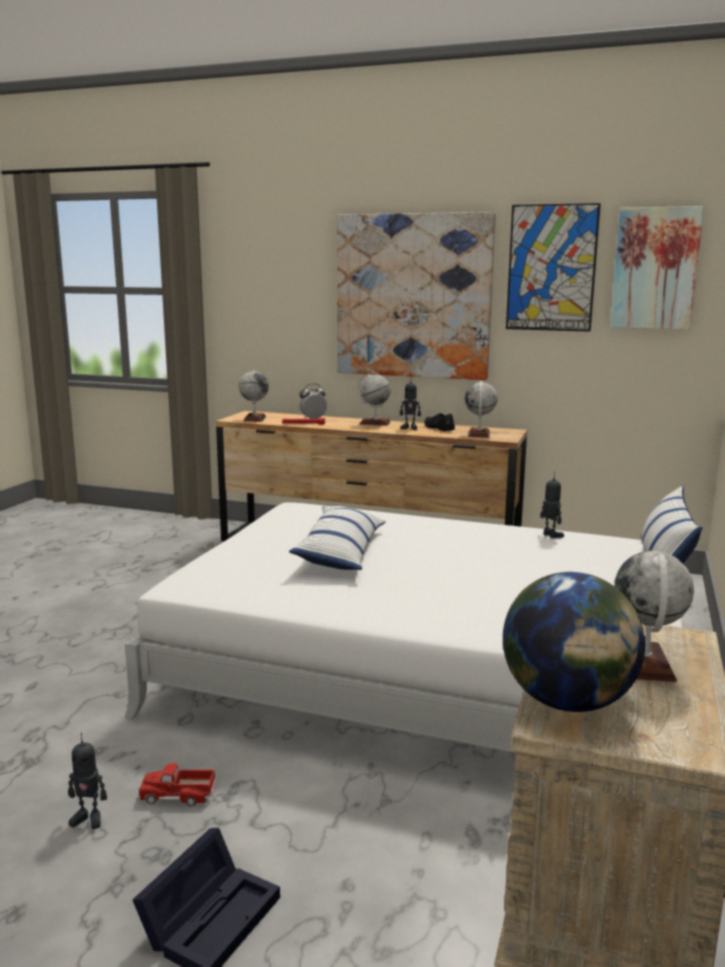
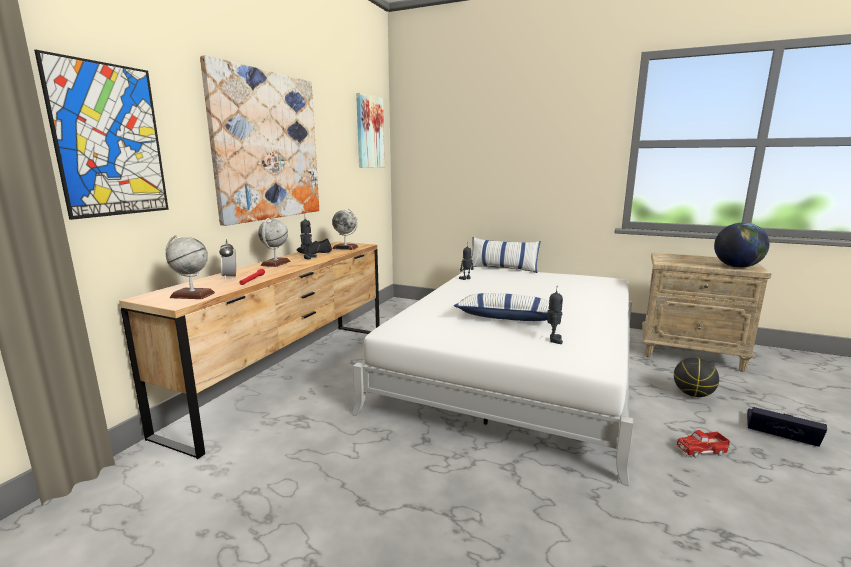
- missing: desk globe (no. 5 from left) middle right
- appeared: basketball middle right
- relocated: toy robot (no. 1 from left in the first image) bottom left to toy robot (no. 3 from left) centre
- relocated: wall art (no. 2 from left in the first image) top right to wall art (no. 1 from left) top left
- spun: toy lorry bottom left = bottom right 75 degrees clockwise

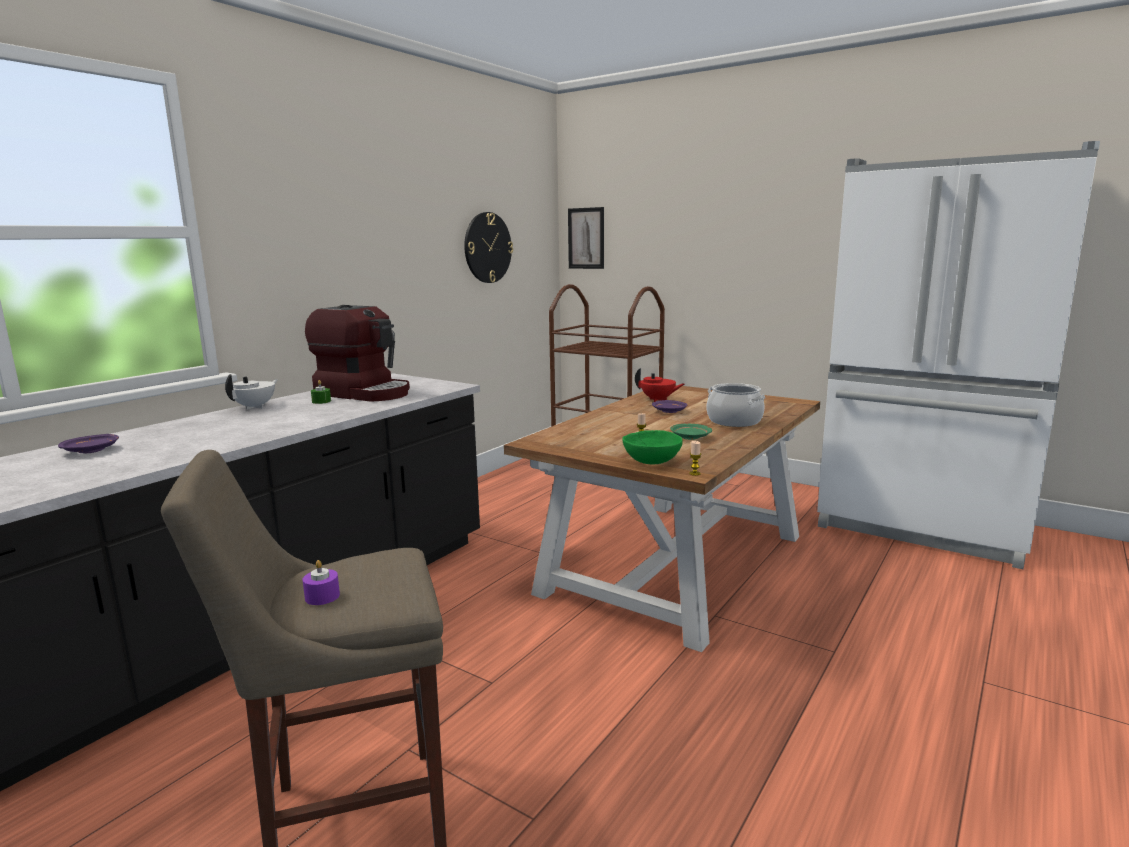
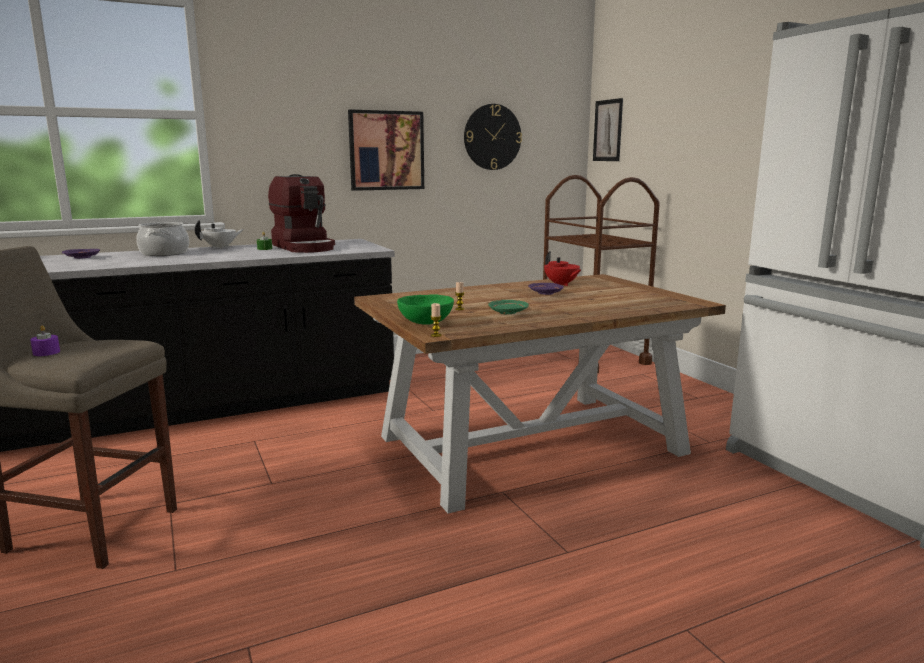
- appeared: wall art (no. 1 from left) top centre
- relocated: saucepot centre to middle left

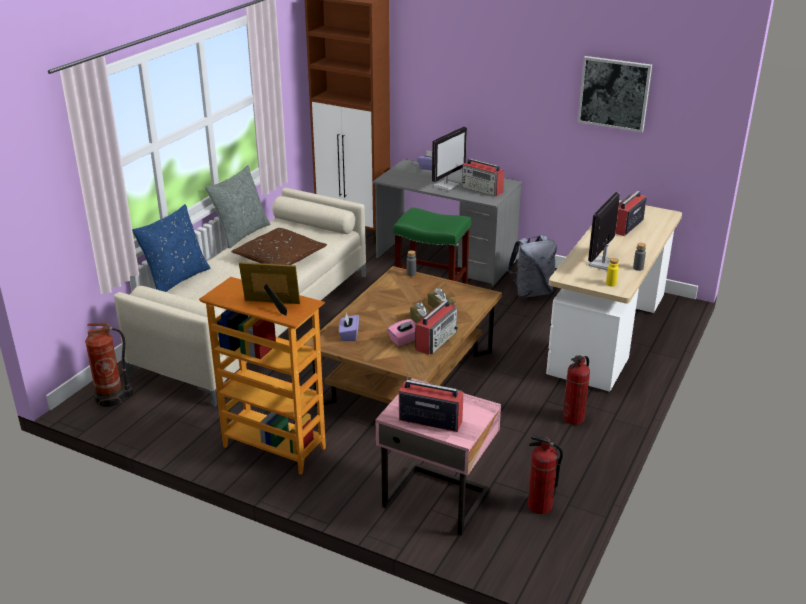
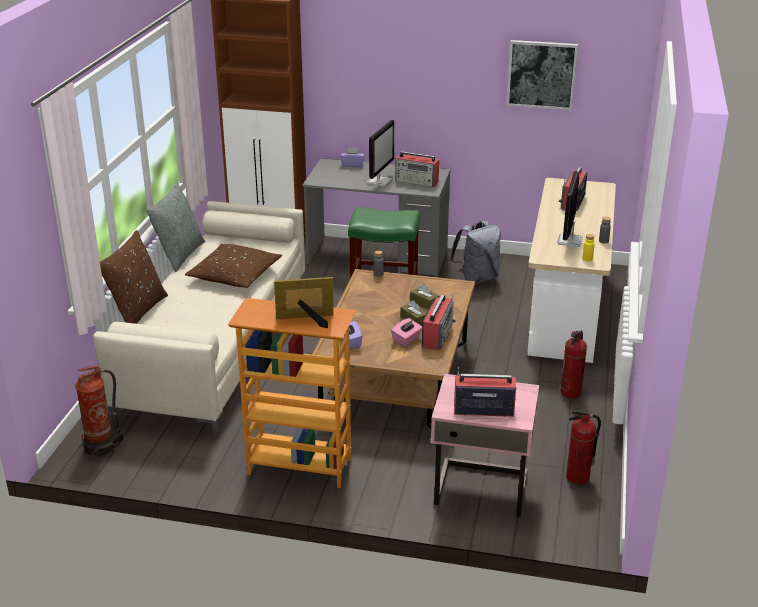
- colour: blue cushion middle left to brown-coloured cushion (no. 1 from left) middle left

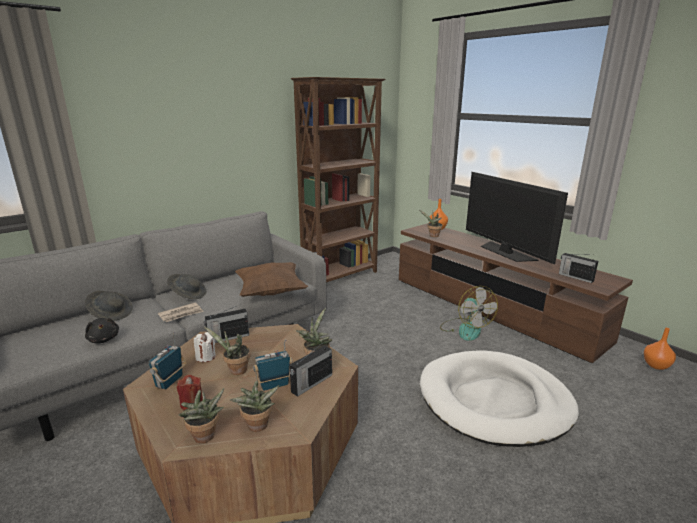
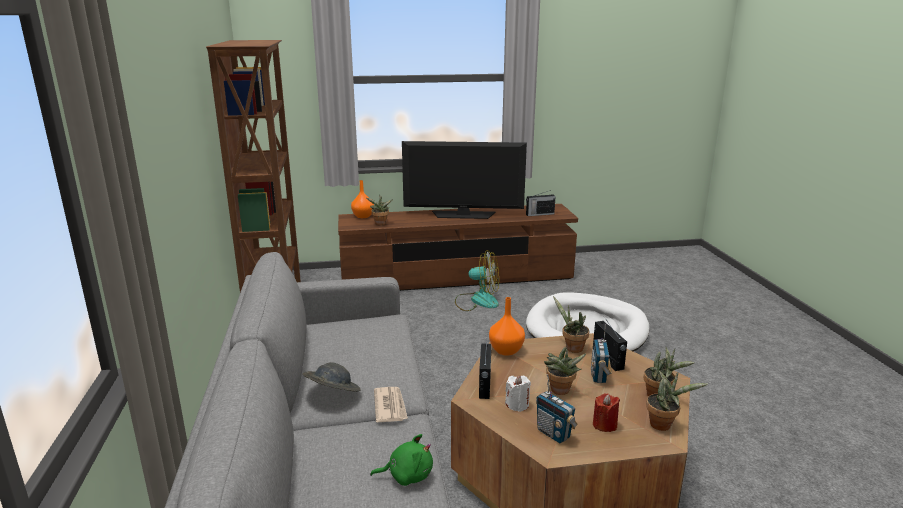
- missing: gray hat (no. 1 from left) middle left
- missing: brown-coloured cushion centre
- relocated: orange-coloured vase (no. 2 from left) bottom right to centre
- colour: black-coloured soft toy middle left to greenish soft toy bottom centre

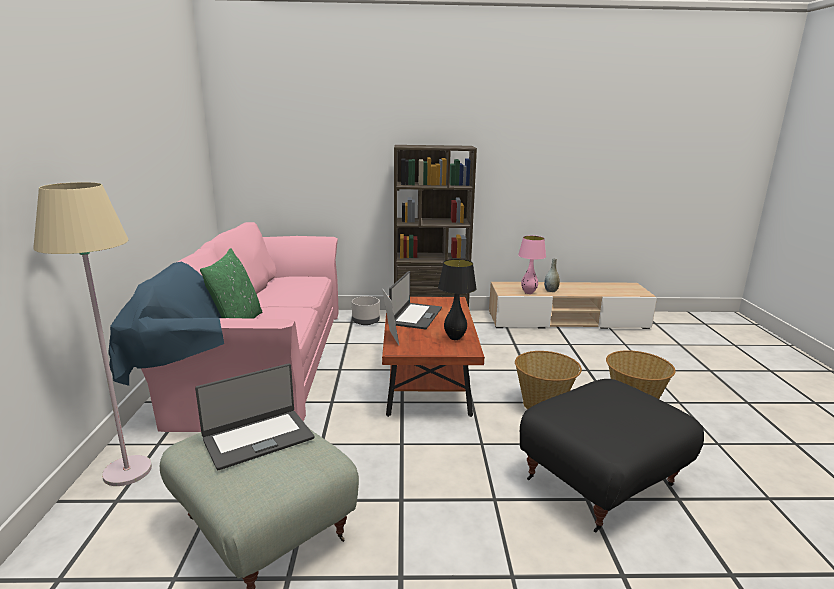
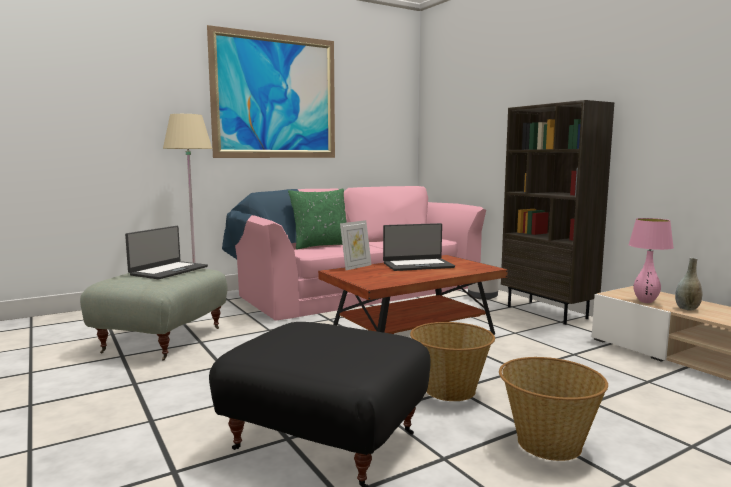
- missing: black-coloured lamp for a table centre
- appeared: wall art top centre
- spun: notebook computer (no. 1 from left) bottom left = middle left 90 degrees counterclockwise

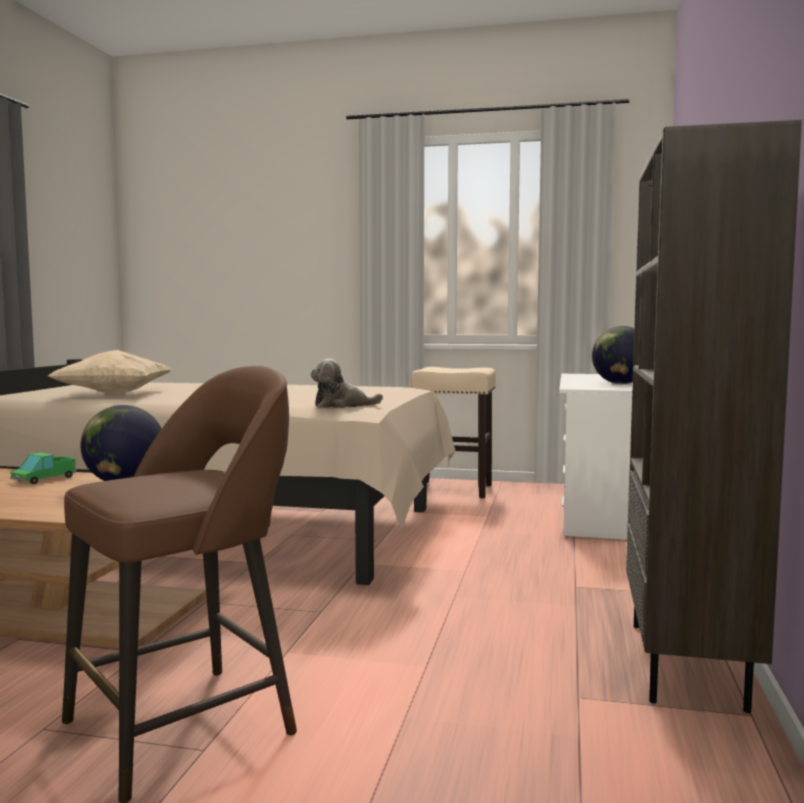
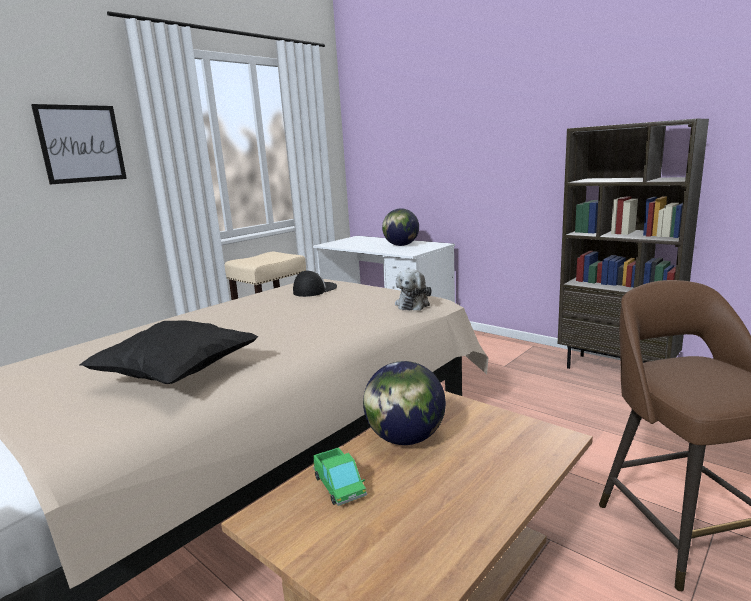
- appeared: wall art top left
- appeared: peaked cap centre
- colour: beige cushion middle left to black-coloured cushion middle left

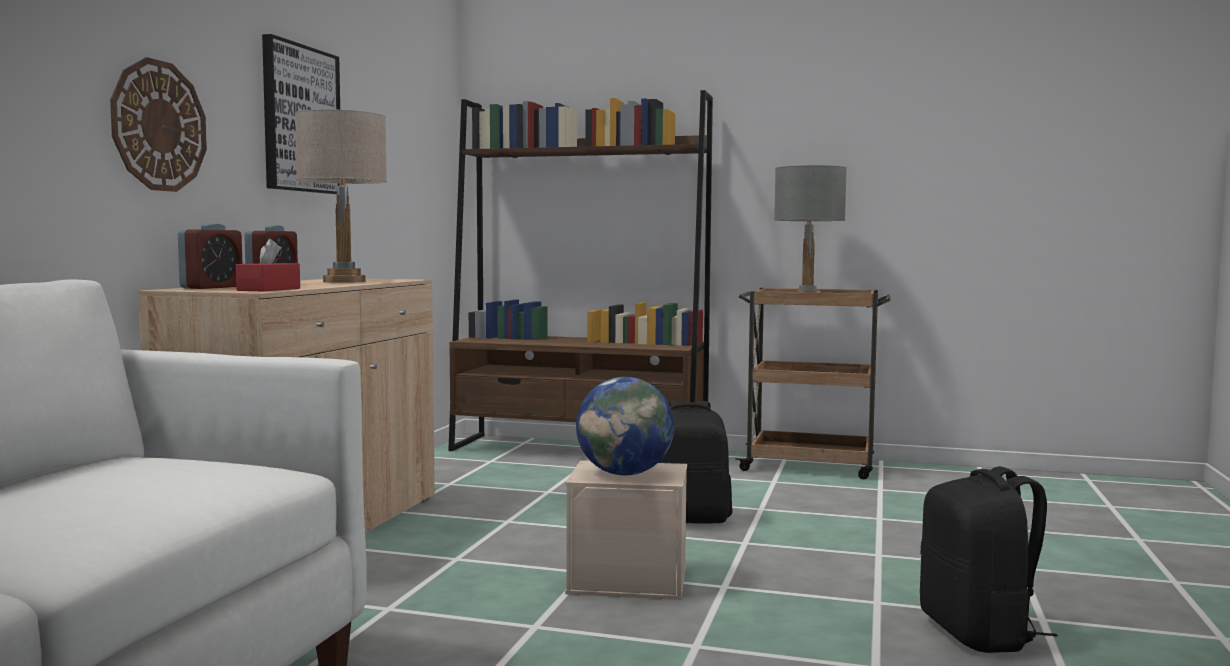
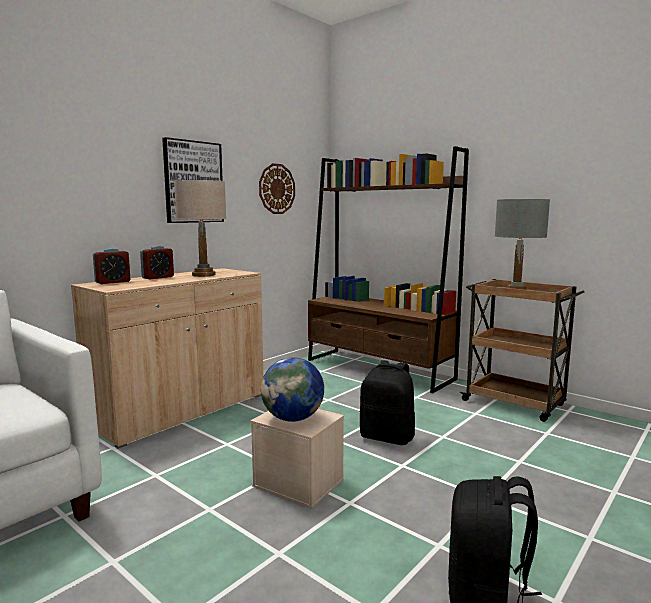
- missing: red-coloured box of tissues middle left
- relocated: wall clock top left to top centre

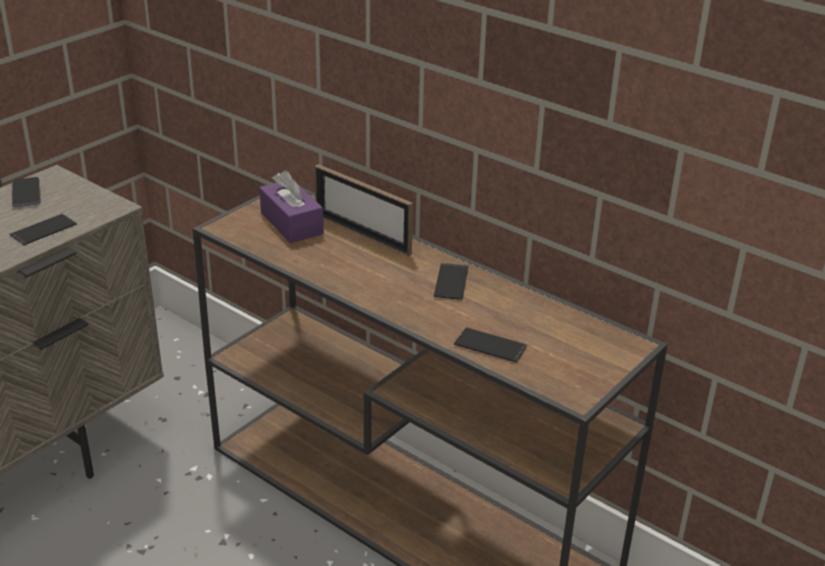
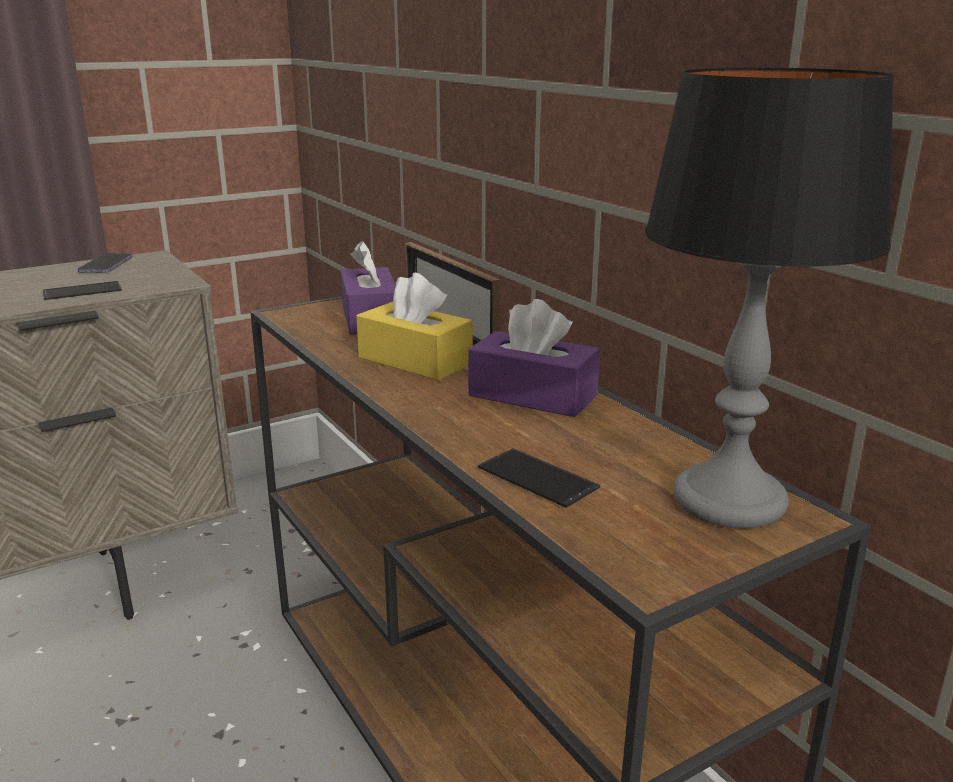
- appeared: yellowish box of tissues centre
- appeared: lamp for a table middle right
- exchanged: phone (no. 3 from left) centre to purple-coloured box of tissues (no. 2 from left) centre

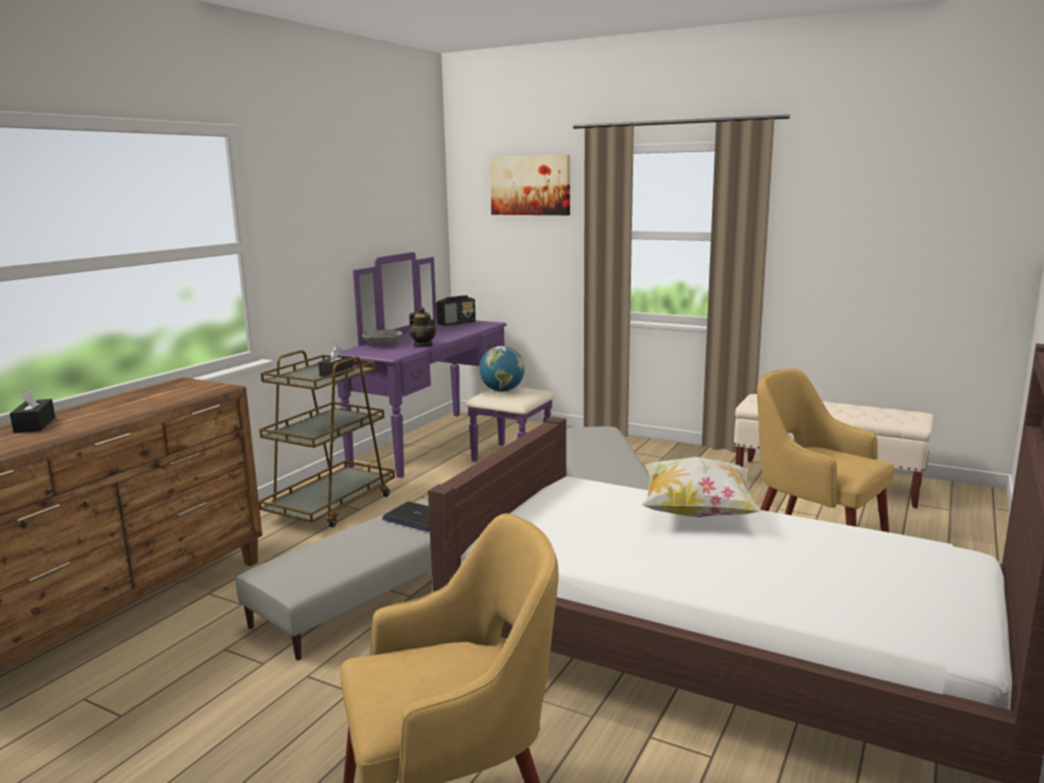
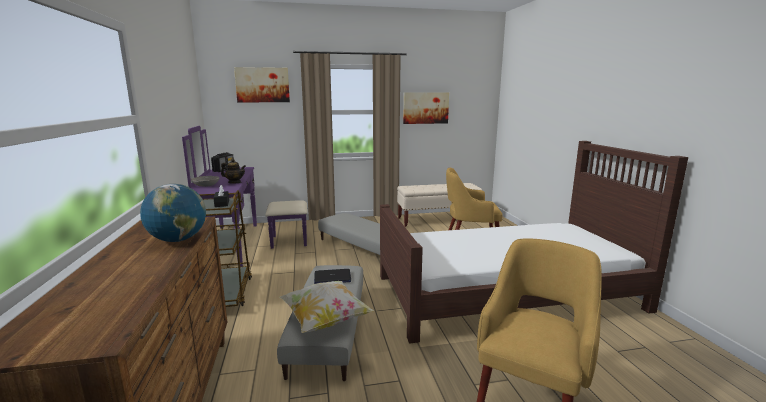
- missing: black-coloured box of tissues (no. 1 from left) middle left
- appeared: wall art (no. 2 from left) top centre
- relocated: desk globe centre to middle left
- relocated: cushion middle right to bottom centre

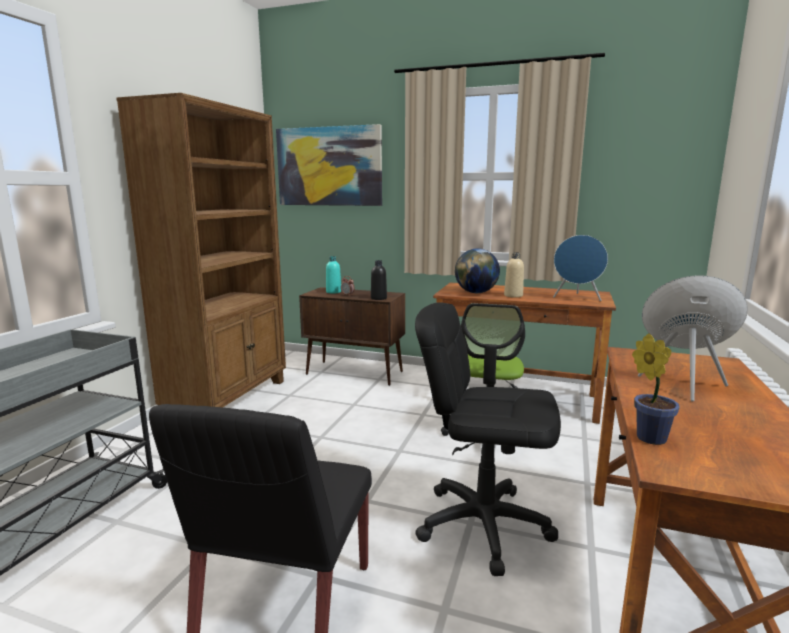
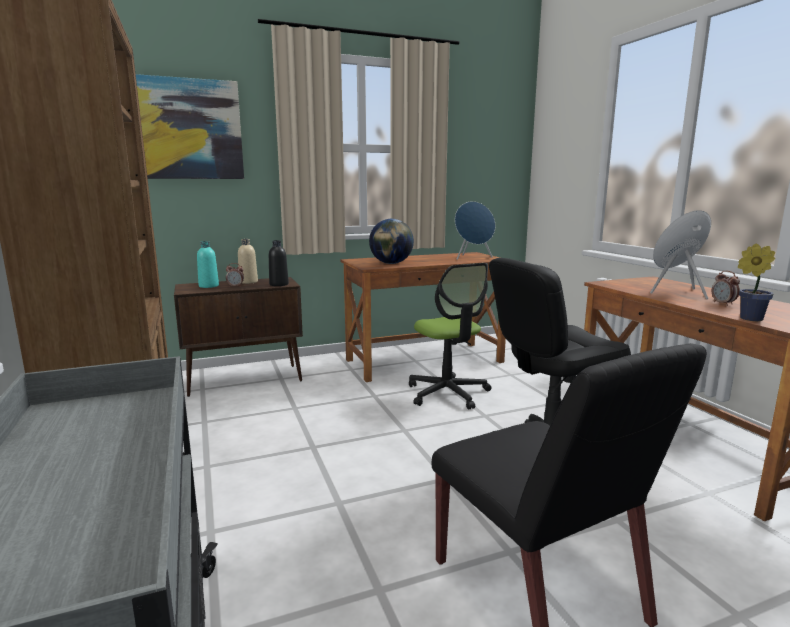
- appeared: table clock (no. 2 from left) middle right
- relocated: beige beverage bottle centre to middle left

